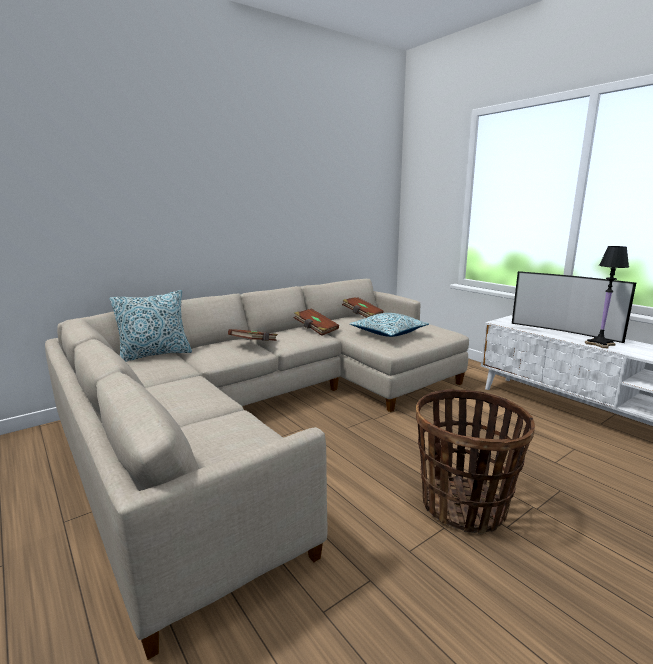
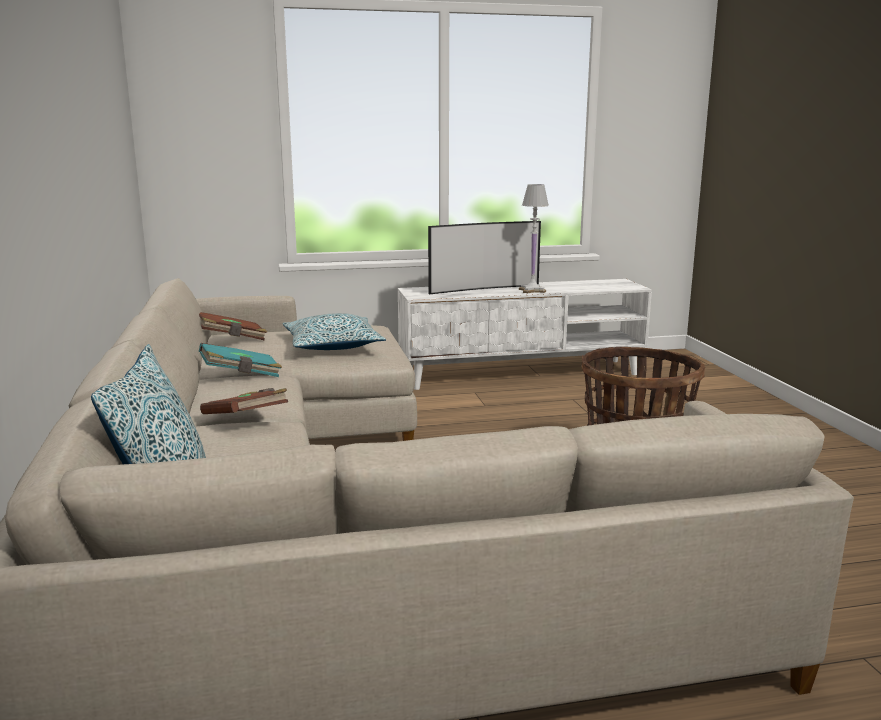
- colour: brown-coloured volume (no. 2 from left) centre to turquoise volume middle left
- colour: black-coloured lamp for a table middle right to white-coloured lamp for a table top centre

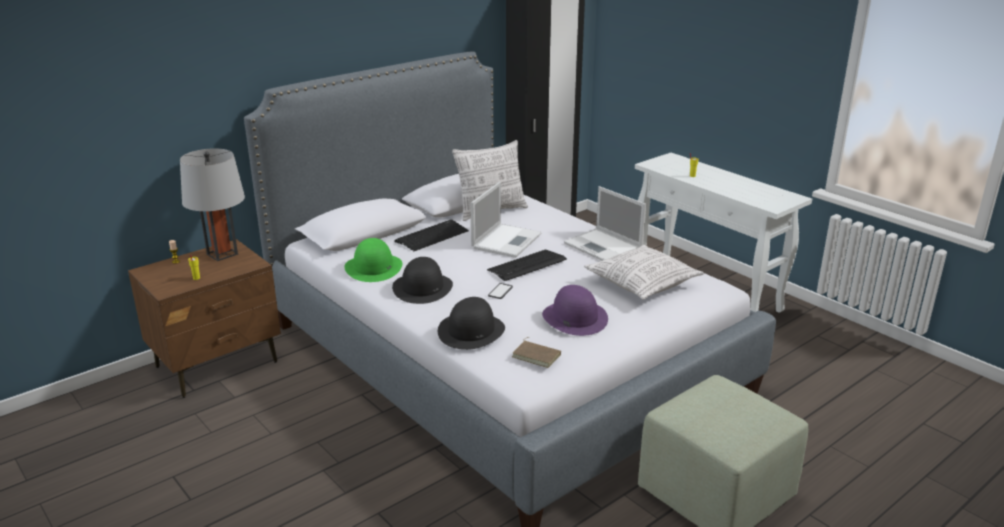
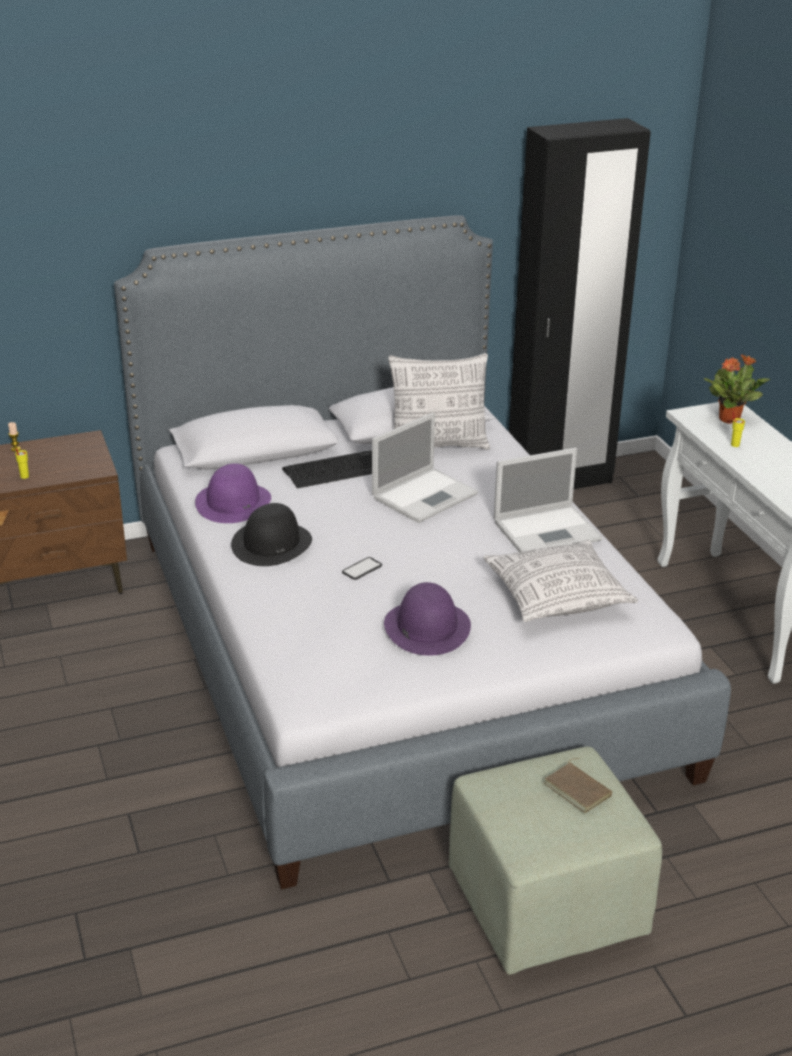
- missing: gray lamp for a table middle left
- missing: black-coloured hat (no. 2 from left) centre
- missing: computer keyboard (no. 2 from left) centre
- appeared: houseplant middle right
- relocated: brown-coloured volume bottom centre to bottom right
- colour: greenish hat centre to purple-coloured hat (no. 1 from left) middle left
- spun: notebook computer (no. 2 from left) centre = middle right 90 degrees counterclockwise

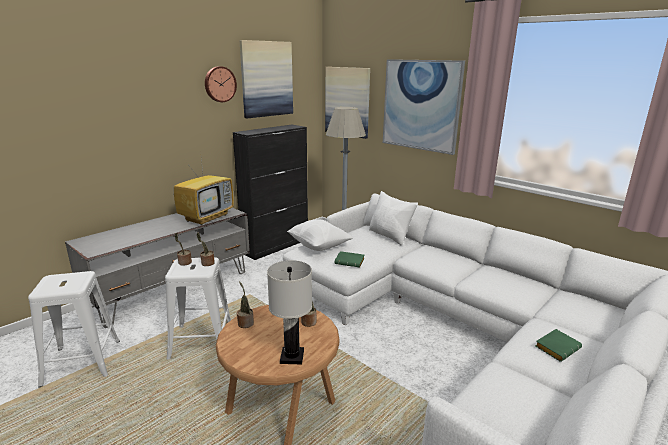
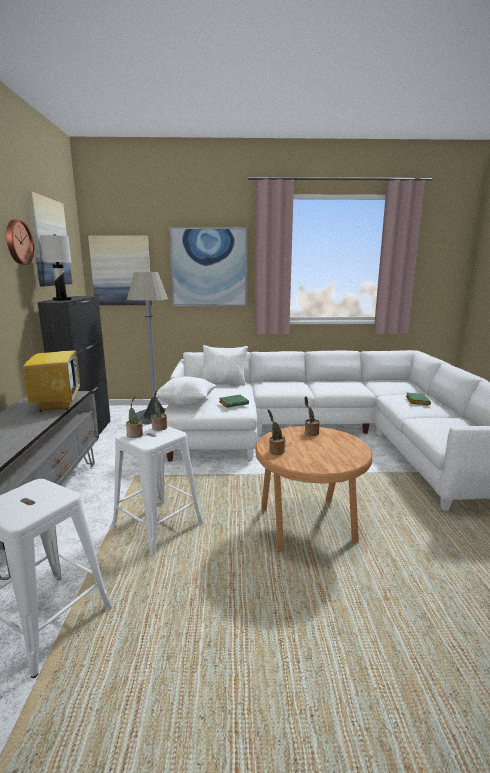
- relocated: white-coloured lamp for a table bottom centre to middle left

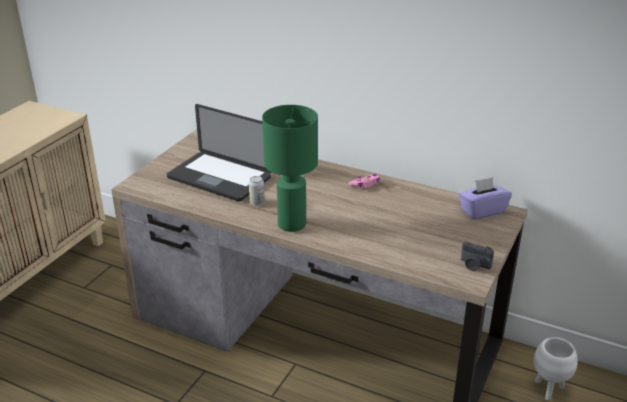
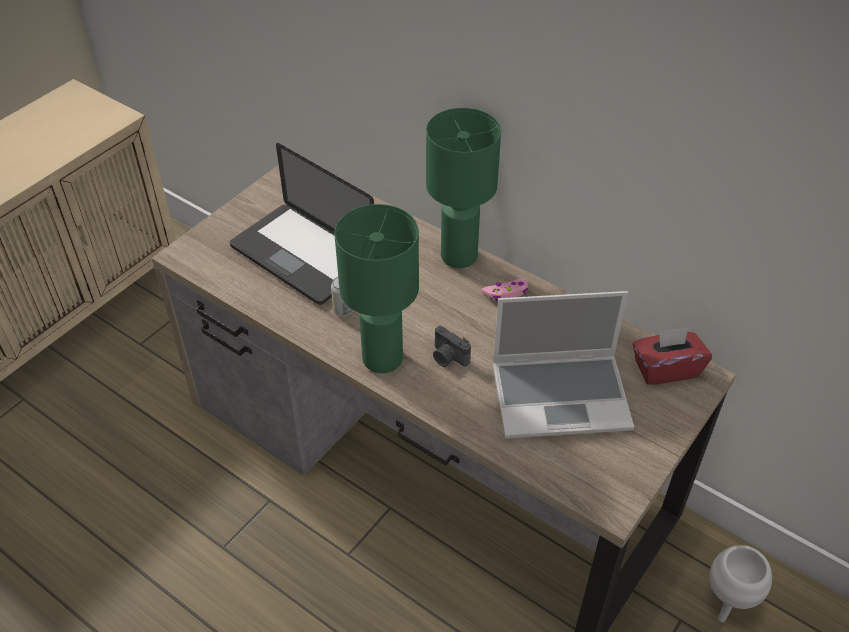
- appeared: greenish lamp for a table (no. 2 from left) top centre
- appeared: notebook computer (no. 2 from left) centre
- relocated: photo camera middle right to centre
- colour: purple-coloured box of tissues middle right to red-coloured box of tissues middle right

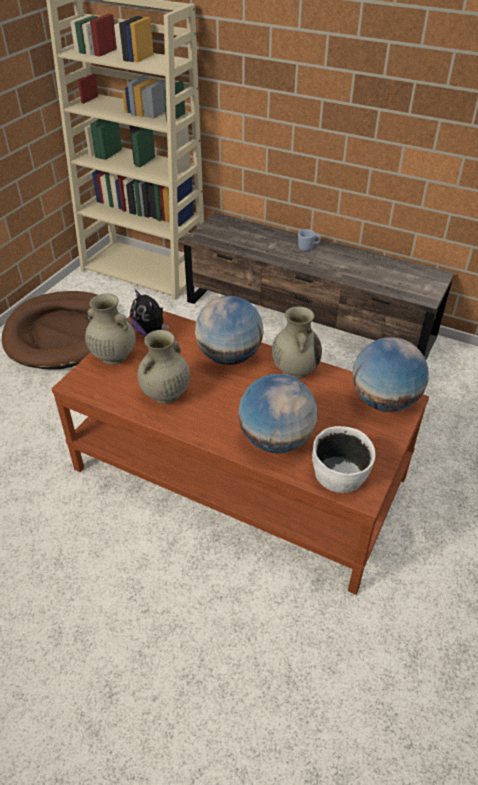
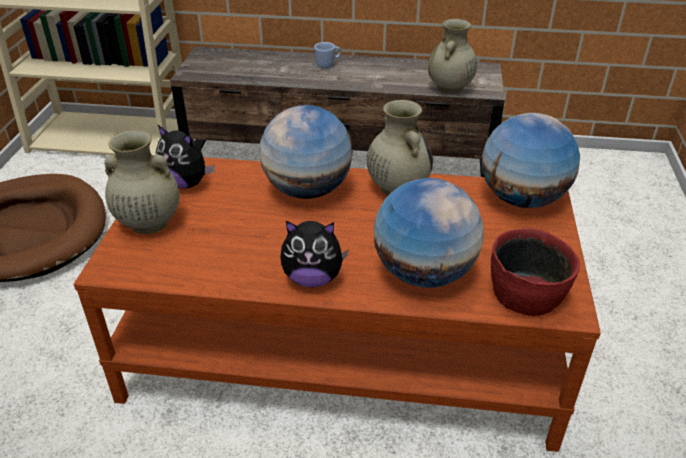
- appeared: soft toy (no. 2 from left) centre
- relocated: beige vase (no. 2 from left in the first image) centre to beige vase (no. 3 from left) top centre
- colour: white-coloured deep dish middle right to red-coloured deep dish middle right

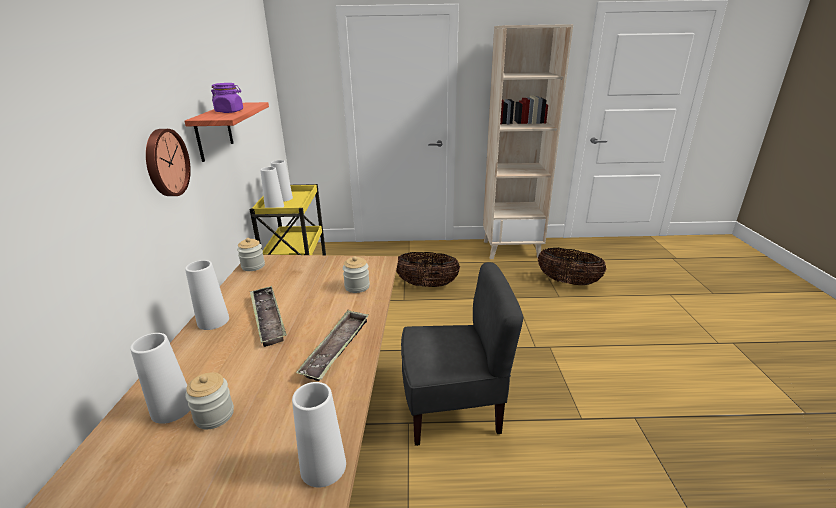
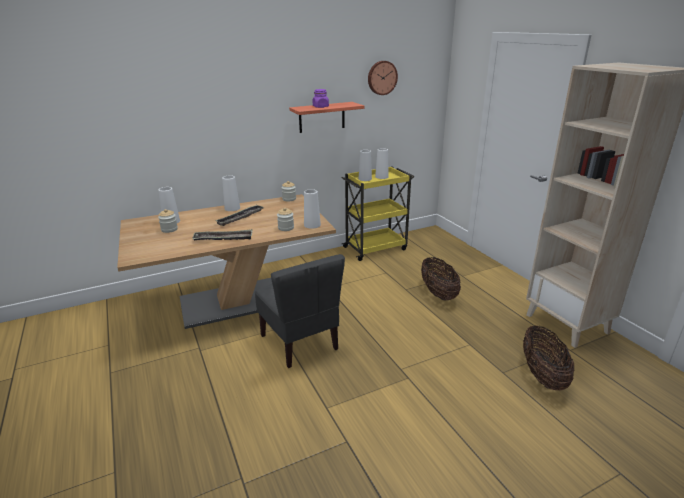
- relocated: wall clock top left to top centre
- relocated: white-coloured vase (no. 5 from left in the first image) bottom centre to white-coloured vase (no. 3 from left) centre

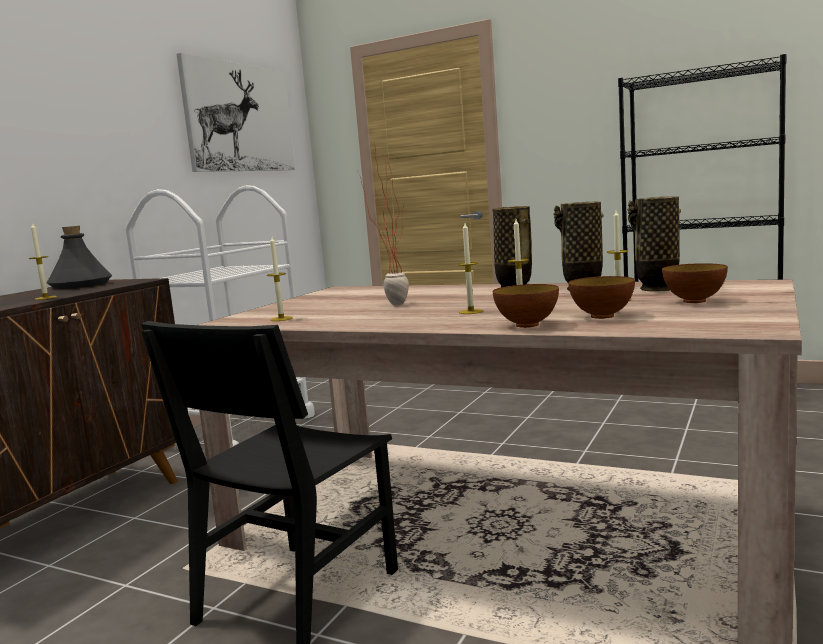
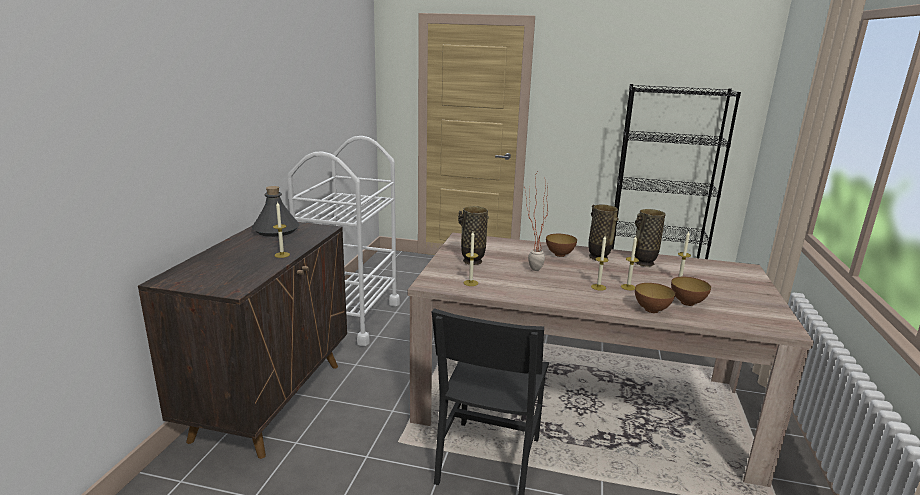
- missing: wall art top left
- relocated: vase (no. 3 from left in the first image) middle right to vase (no. 1 from left) centre
- relocated: deep dish (no. 3 from left in the first image) middle right to deep dish (no. 1 from left) centre

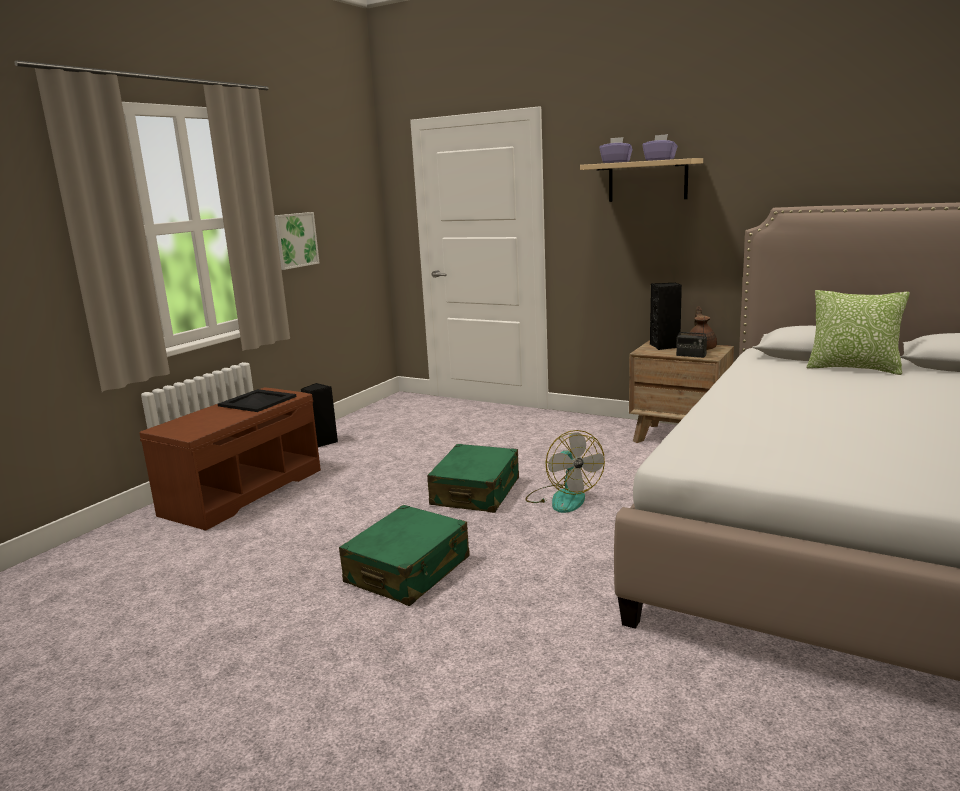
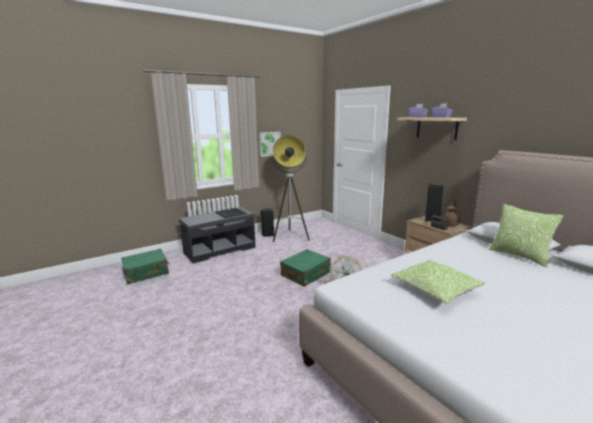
- appeared: standard lamp centre
- appeared: cushion (no. 1 from left) bottom right
- relocated: greenish piece of luggage (no. 1 from left) bottom centre to middle left
- colour: brown-coloured long seat middle left to gray long seat centre

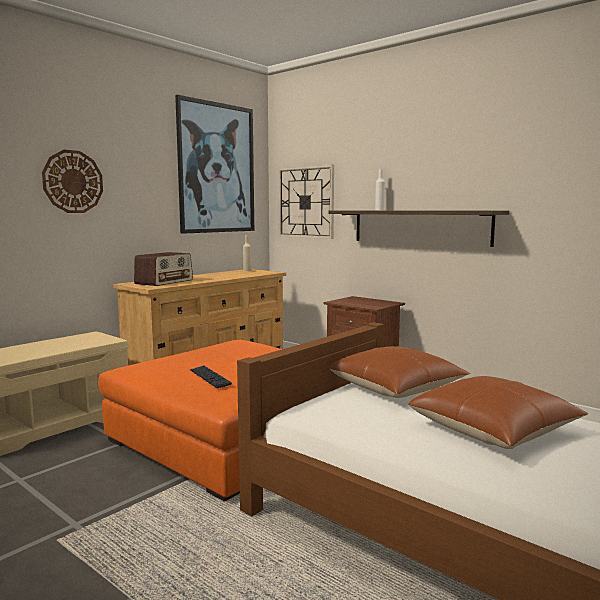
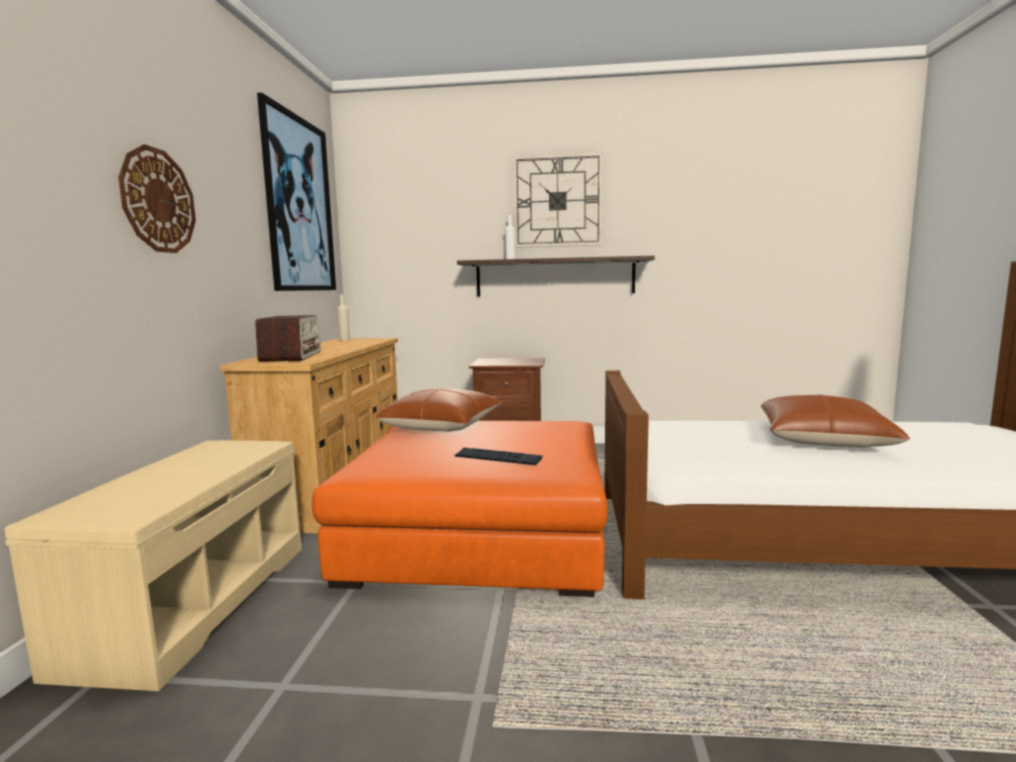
- relocated: wall clock (no. 2 from left) centre to top centre
- relocated: brown-coloured cushion (no. 1 from left) middle right to centre

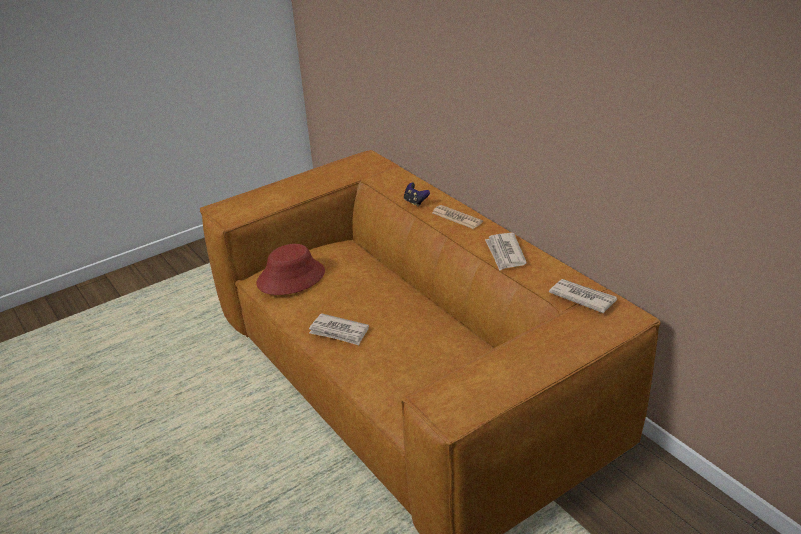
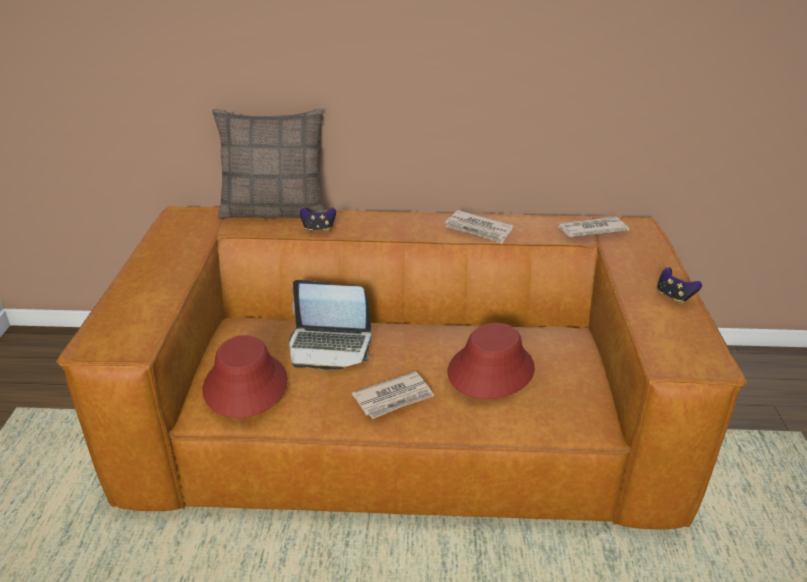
- missing: newspaper (no. 2 from left) centre
- appeared: cushion top left
- appeared: notebook computer centre
- appeared: red-coloured hat (no. 2 from left) centre
- appeared: joypad (no. 2 from left) middle right

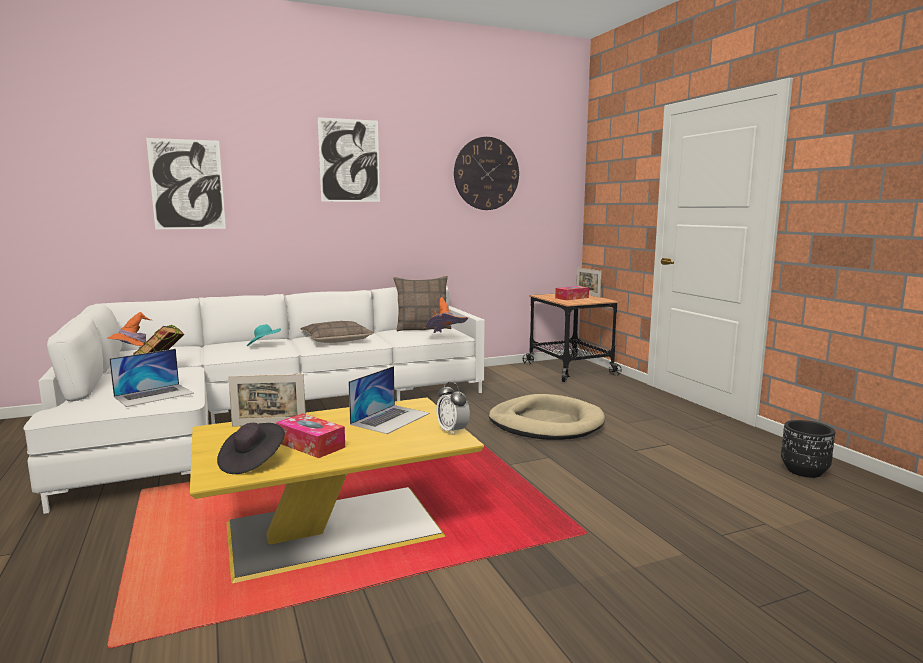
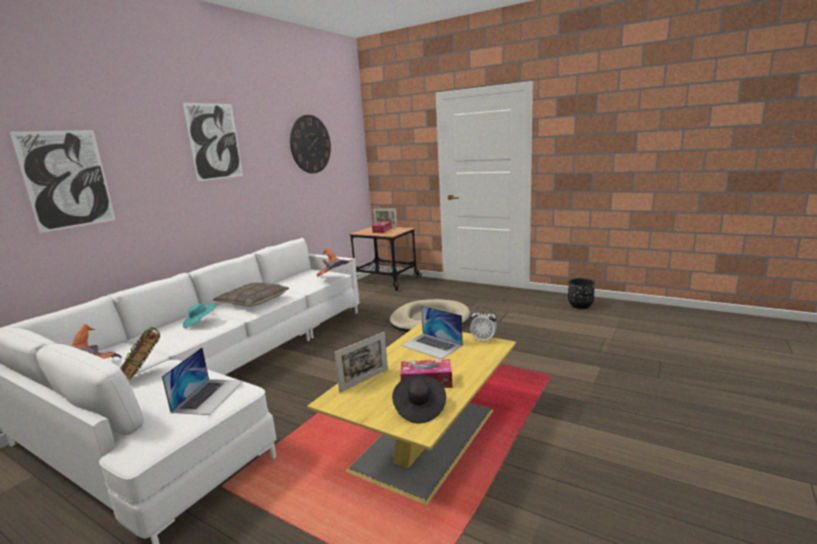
- missing: cushion (no. 2 from left) centre
- spun: notebook computer (no. 2 from left) centre = centre 135 degrees clockwise

